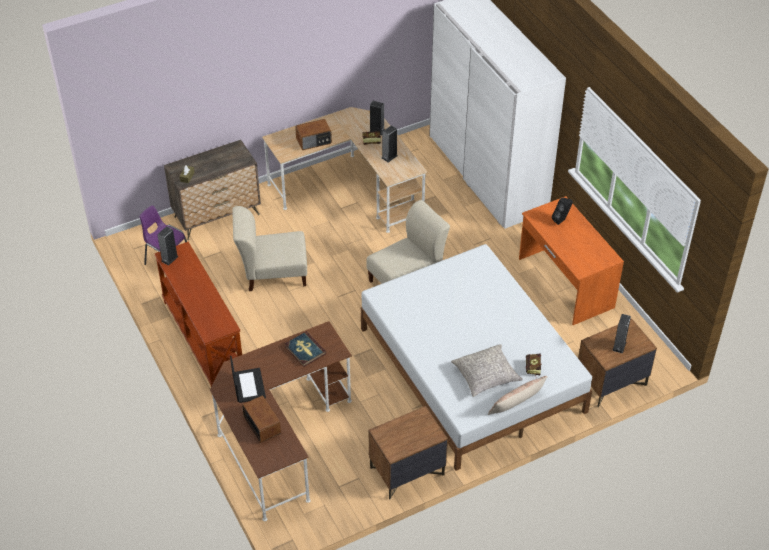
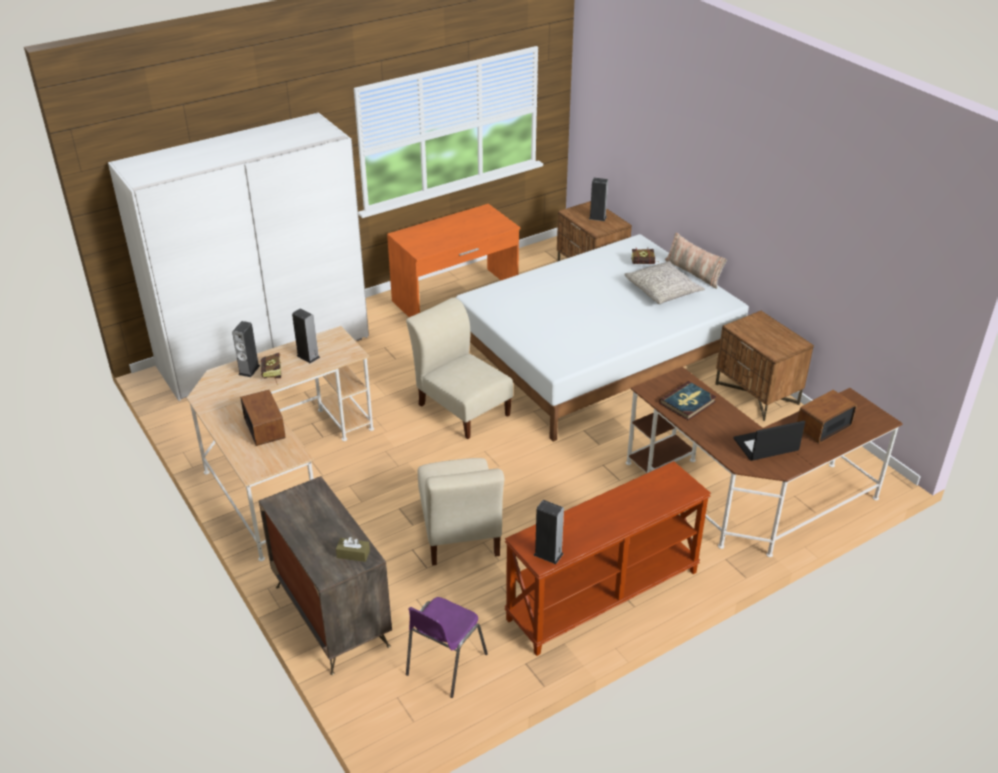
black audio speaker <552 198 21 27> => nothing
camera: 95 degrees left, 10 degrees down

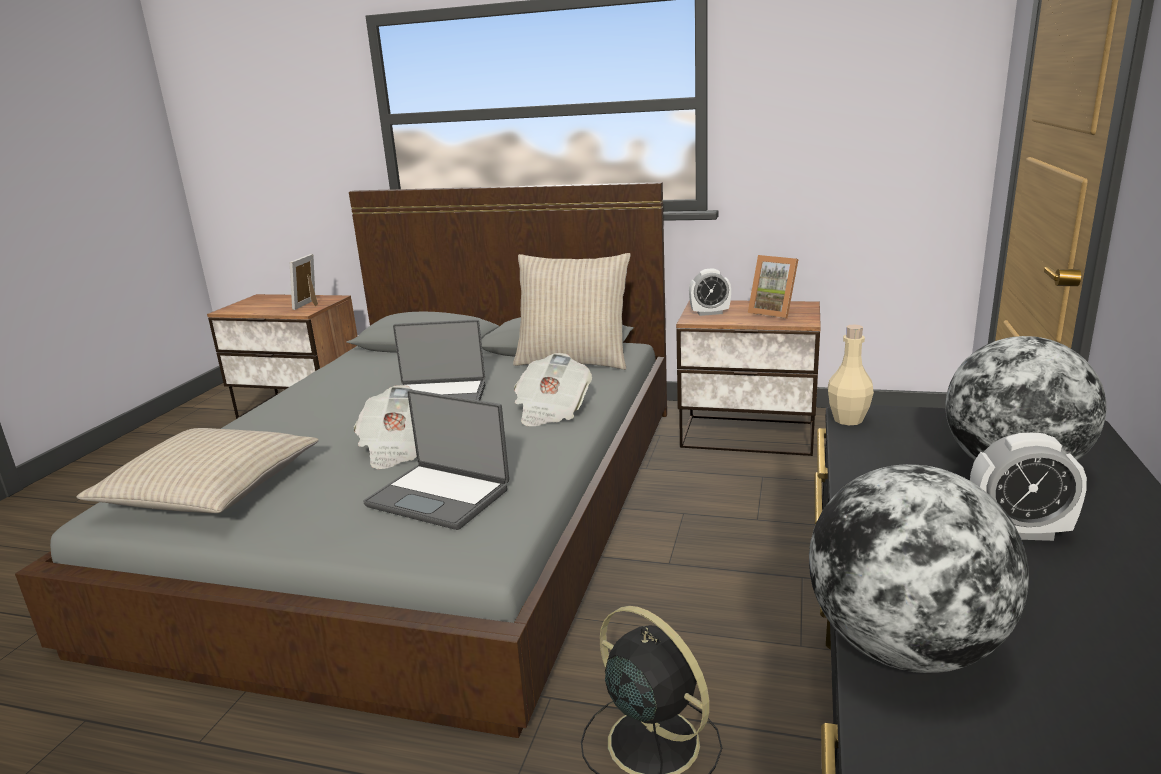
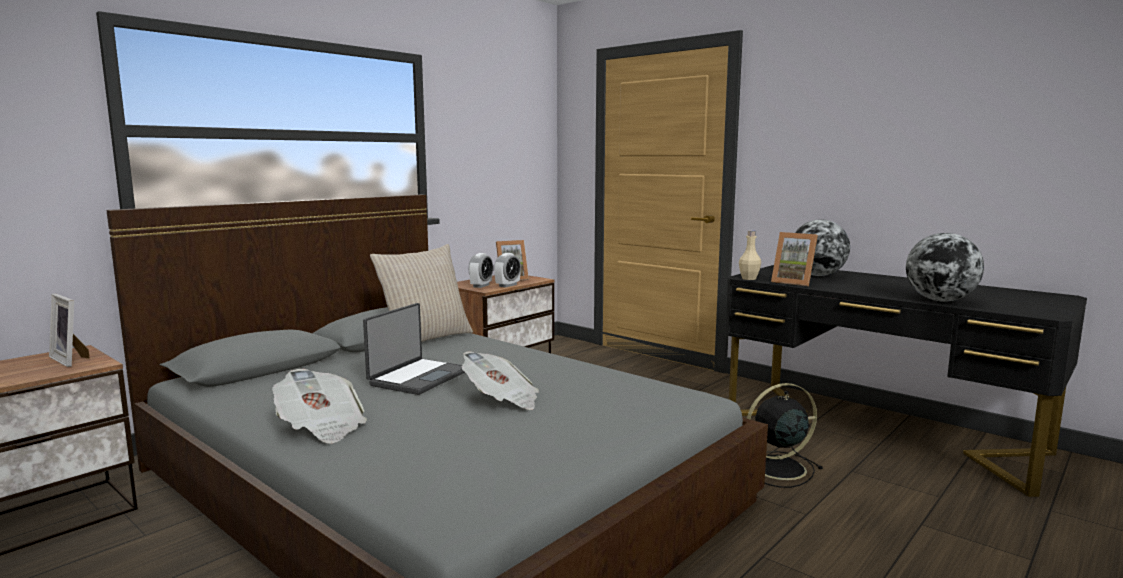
beige cushion <77 428 242 85> => nothing
portable computer <363 390 146 140> => nothing
printed paper <514 353 78 73> => printed paper <272 369 95 75>, moved
alarm clock <970 433 117 108> => alarm clock <494 253 27 35>, moved
nothing => photo frame <771 232 47 54>
camera: 65 degrees left, 10 degrees down

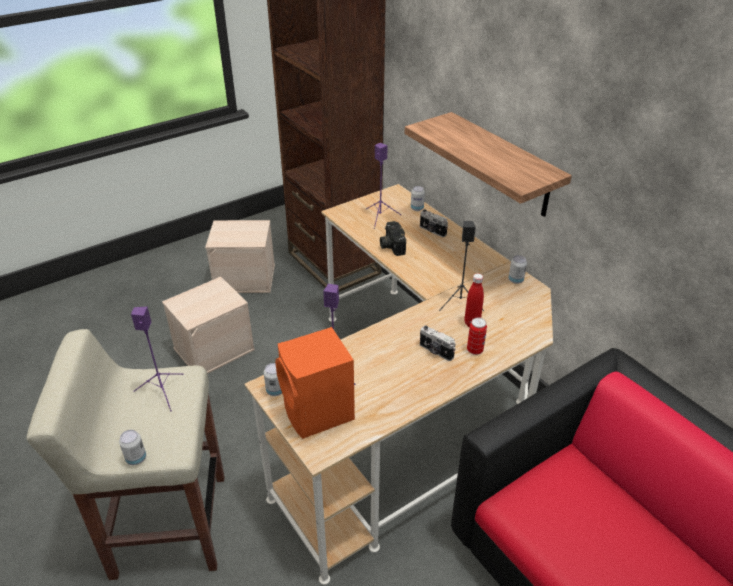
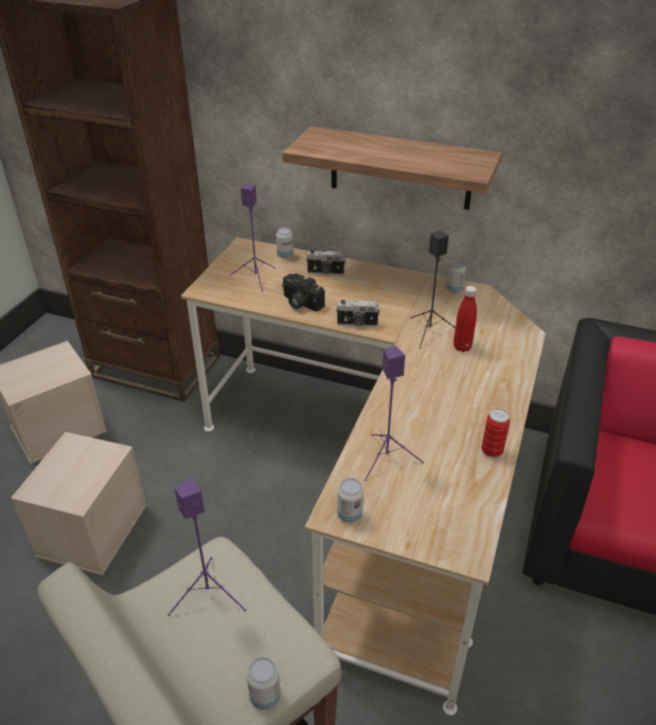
orange audio speaker <275 327 80 112> => nothing
still camera <420 325 36 36> => still camera <336 300 44 27>, moved
sealed can <467 318 20 37> => sealed can <482 409 28 48>, moved
camera: 35 degrees left, 0 degrees up

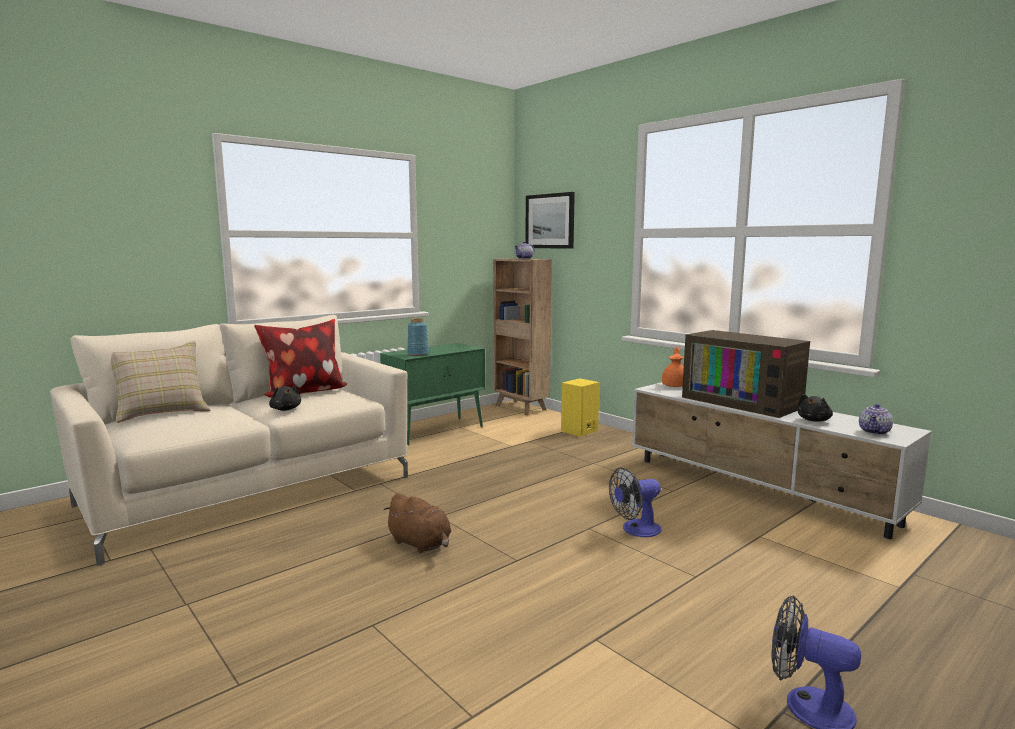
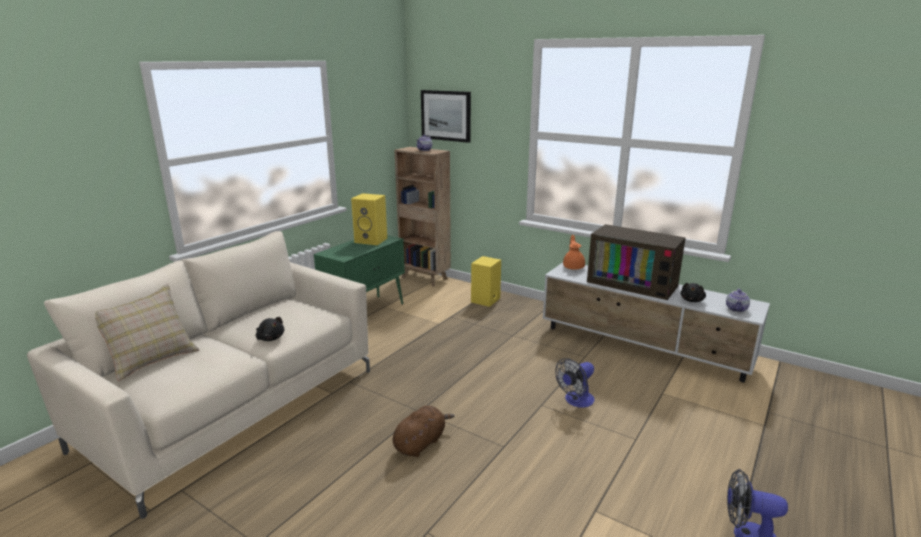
cushion <254 319 93 79> => nothing
brown-coloured soft toy <384 493 67 60> => brown-coloured soft toy <393 406 62 51>, 75 degrees counterclockwise
blue flower vase <407 318 22 38> => nothing
nothing => yellow audio speaker <351 193 36 52>
camera: 15 degrees left, 10 degrees up

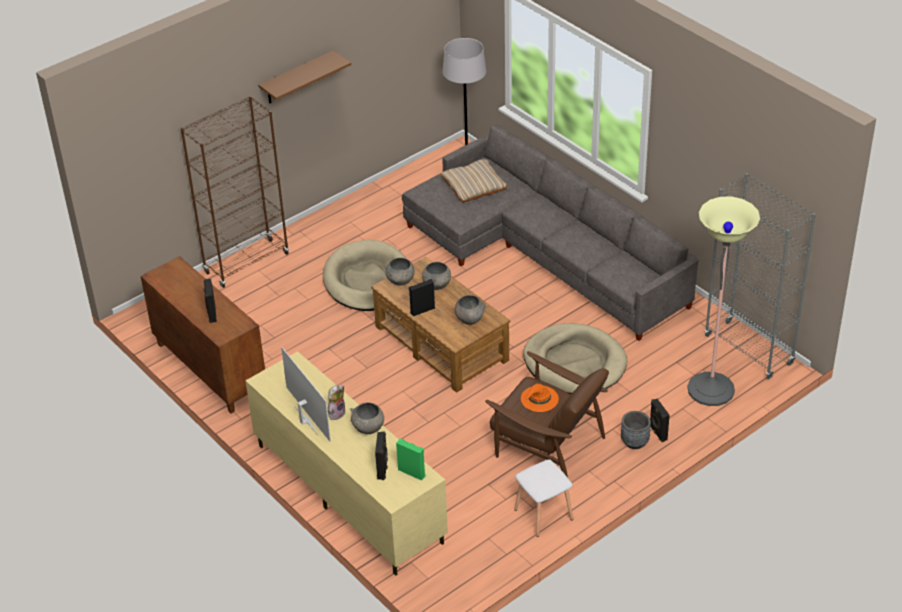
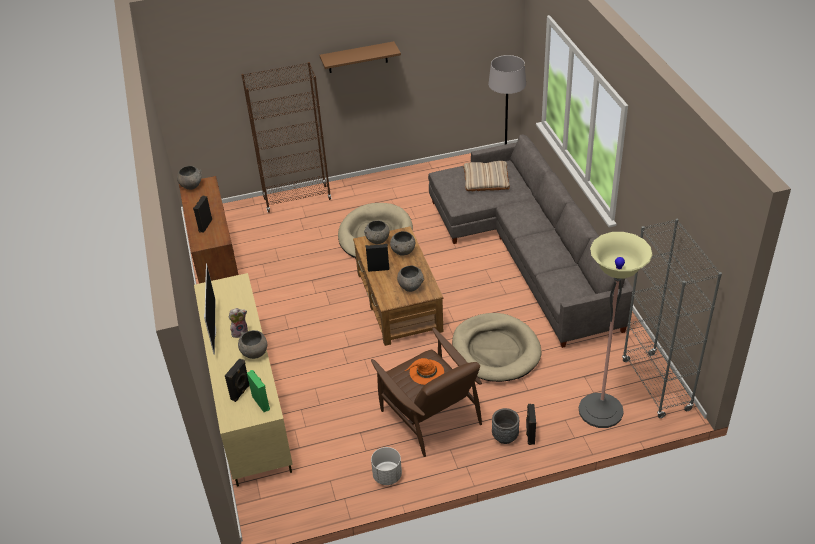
white sitting stool <514 459 59 78> => white flower pot <371 447 31 38>
nothing => greyish deep dish <177 166 25 24>
camera: 25 degrees right, 0 degrees up

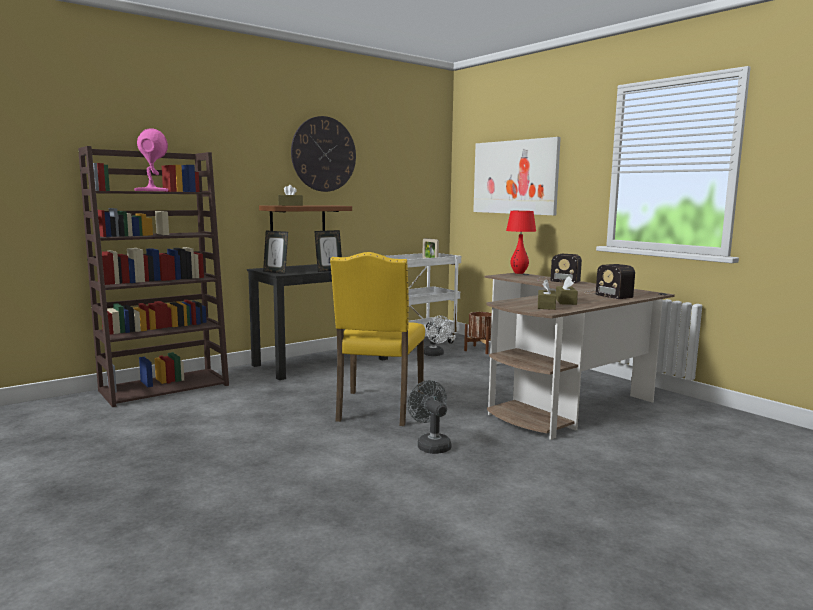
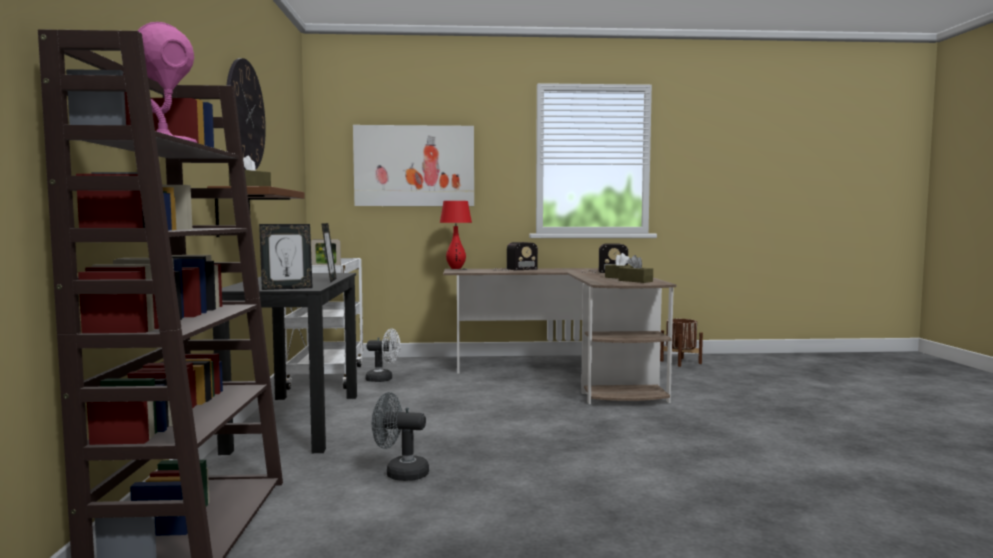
yellow chair <330 252 95 174> => nothing
greyish cooling fan <407 380 45 74> => greyish cooling fan <372 392 57 89>, moved
brown-coloured flower pot <464 312 28 42> => brown-coloured flower pot <660 319 43 48>, moved
camera: 55 degrees left, 5 degrees down

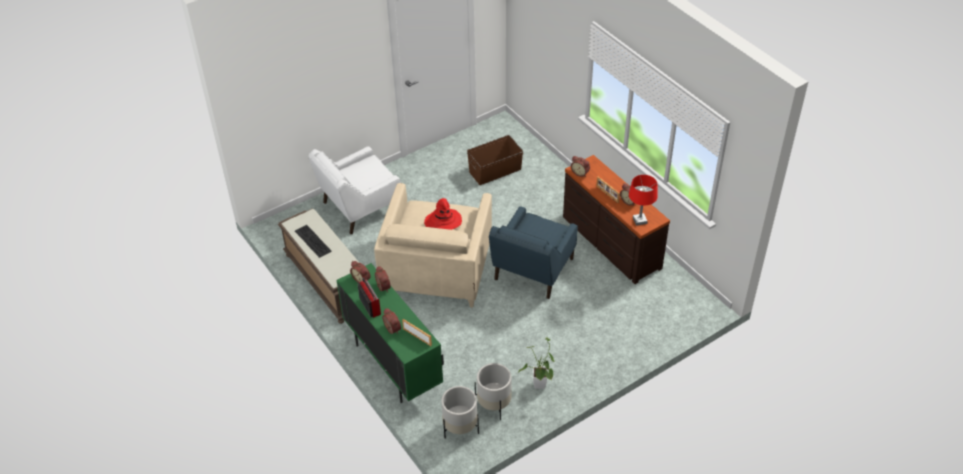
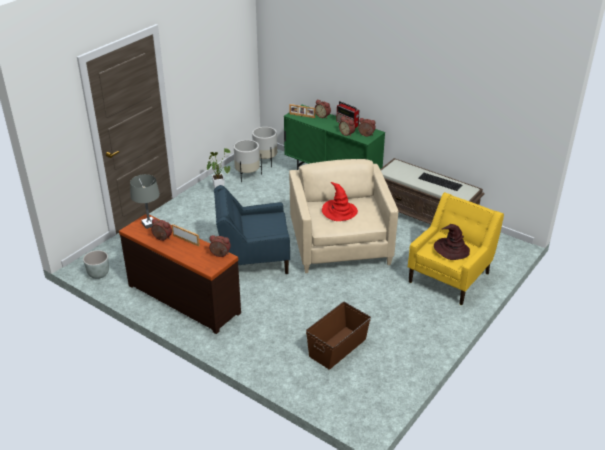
white easy chair <308 146 93 89> => yellow easy chair <408 192 96 113>
blue easy chair <489 206 89 93> => blue easy chair <214 185 76 89>, 105 degrees counterclockwise
red-coloured lamp for a table <629 175 29 51> => greyish lamp for a table <130 174 30 55>
nothing => greyish flower pot <83 250 26 29>
nothing => brown-coloured wearable hat <434 224 36 36>
camera: 160 degrees right, 10 degrees down

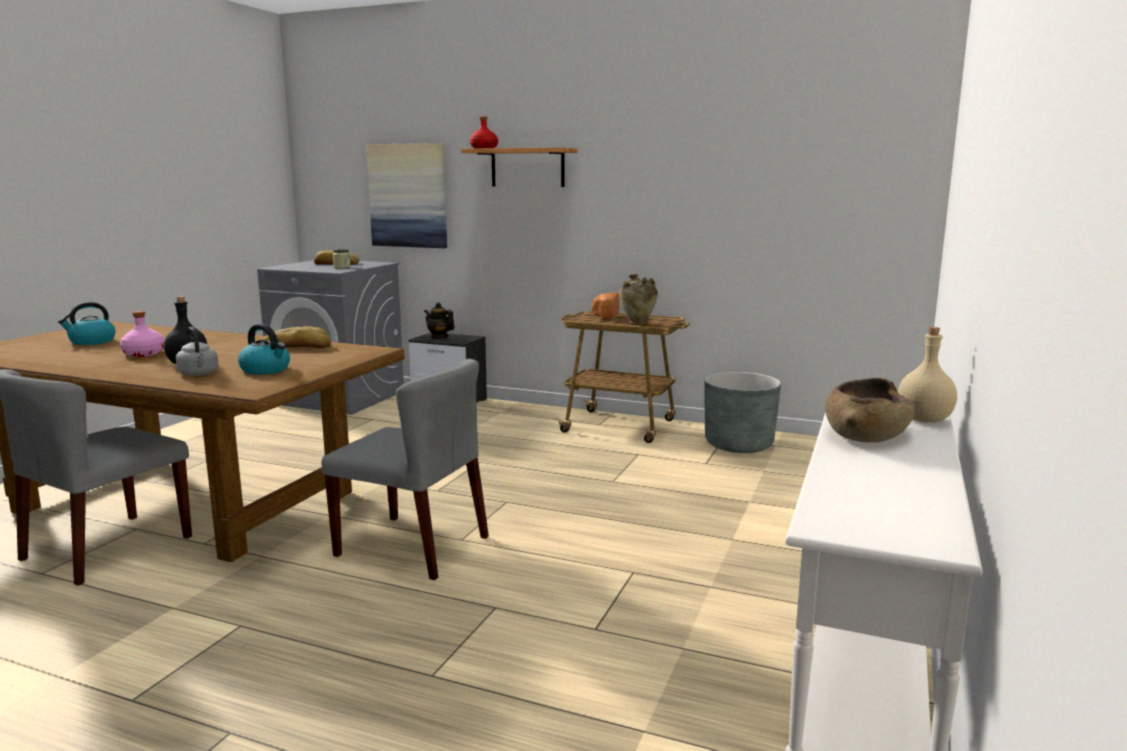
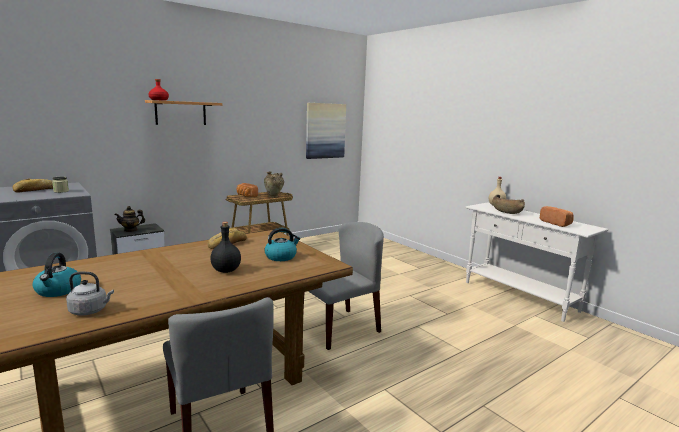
pinkish bottle <120 311 45 46> => nothing
greyish tea kettle <176 327 43 49> => greyish tea kettle <66 272 48 44>, moved
wall picture <366 143 81 105> => wall picture <306 103 40 56>, moved
greyish flower pot <704 372 77 81> => nothing
nothing => bakery bread <540 206 34 21>
camera: 60 degrees left, 0 degrees up

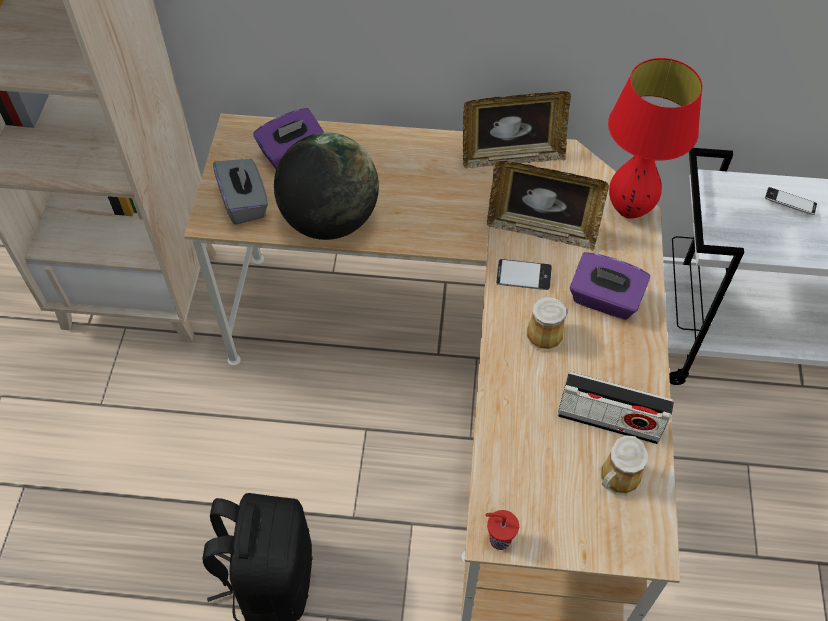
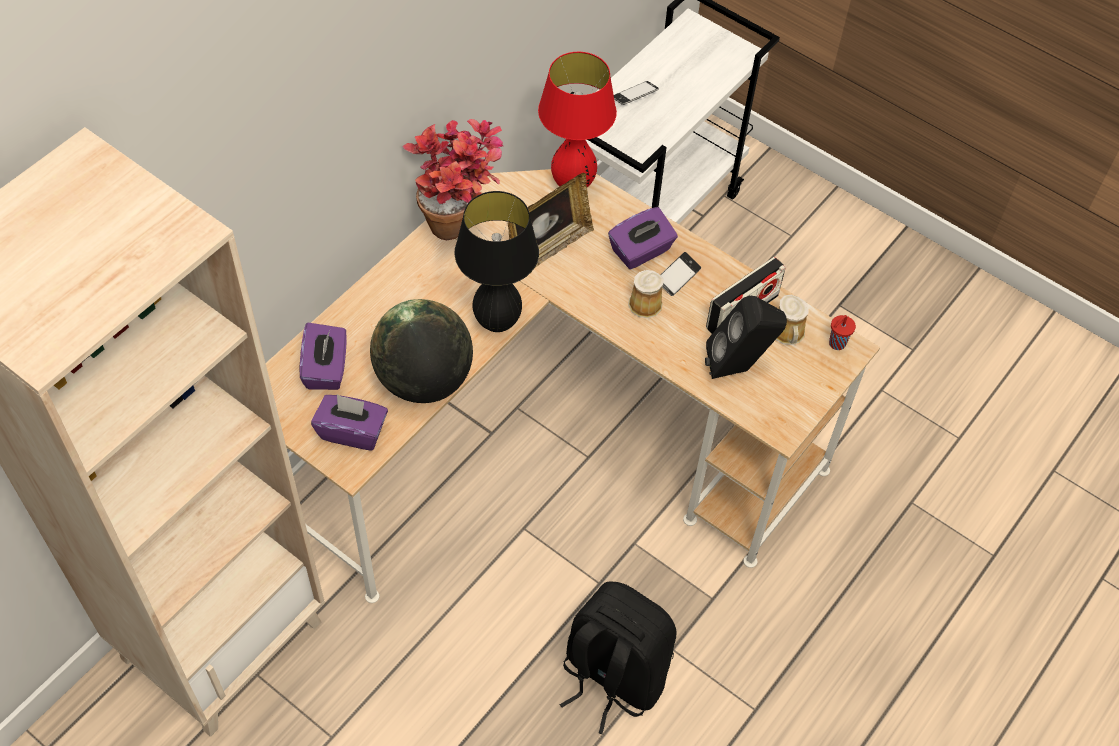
greyish tissue holder <213 158 55 67> => purple tissue holder <311 394 77 57>
photo frame <463 91 108 77> => potted plant <402 119 101 121>
red-coloured cup <486 510 33 40> => red-coloured cup <829 315 27 35>, moved
telephone <496 259 56 31> => telephone <660 252 41 44>, moved
nothing => black lamp for a table <454 191 85 141>
nothing => black audio speaker <705 296 82 83>
camera: 60 degrees left, 0 degrees up

